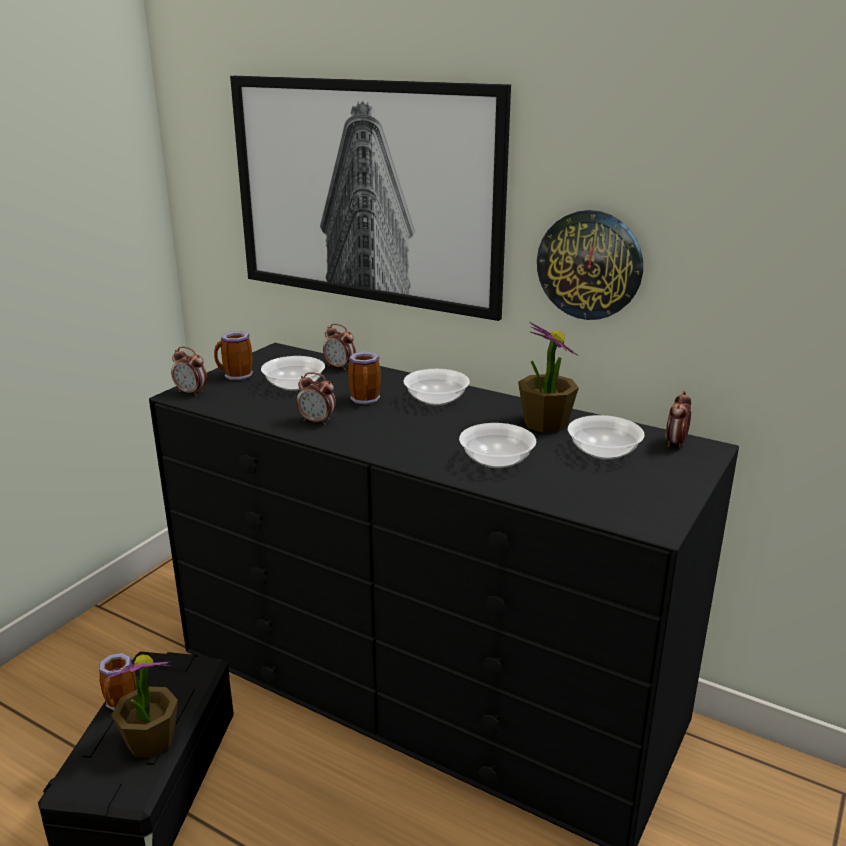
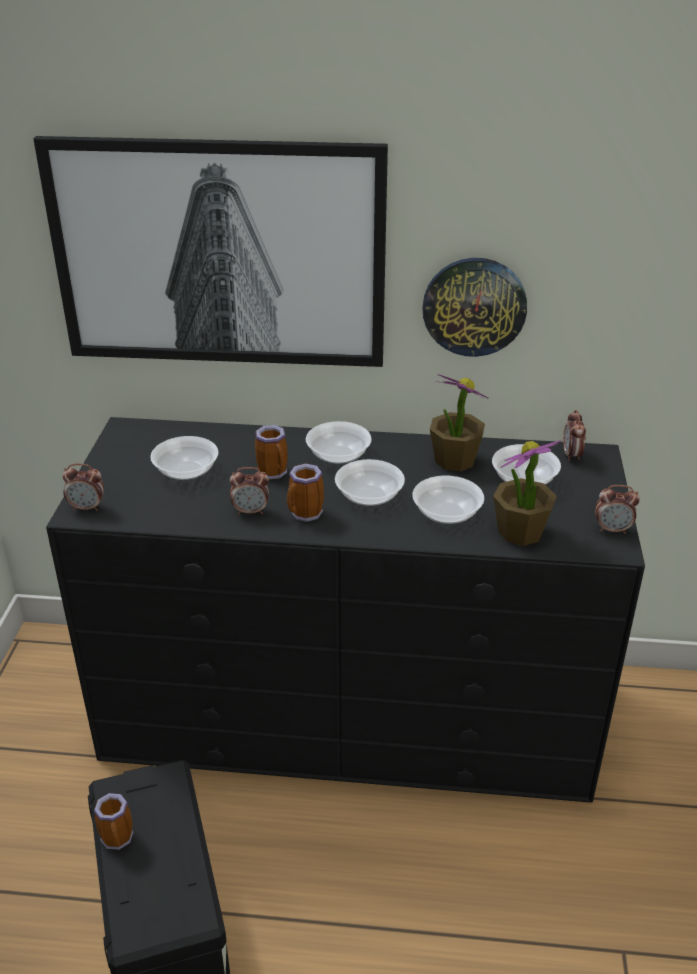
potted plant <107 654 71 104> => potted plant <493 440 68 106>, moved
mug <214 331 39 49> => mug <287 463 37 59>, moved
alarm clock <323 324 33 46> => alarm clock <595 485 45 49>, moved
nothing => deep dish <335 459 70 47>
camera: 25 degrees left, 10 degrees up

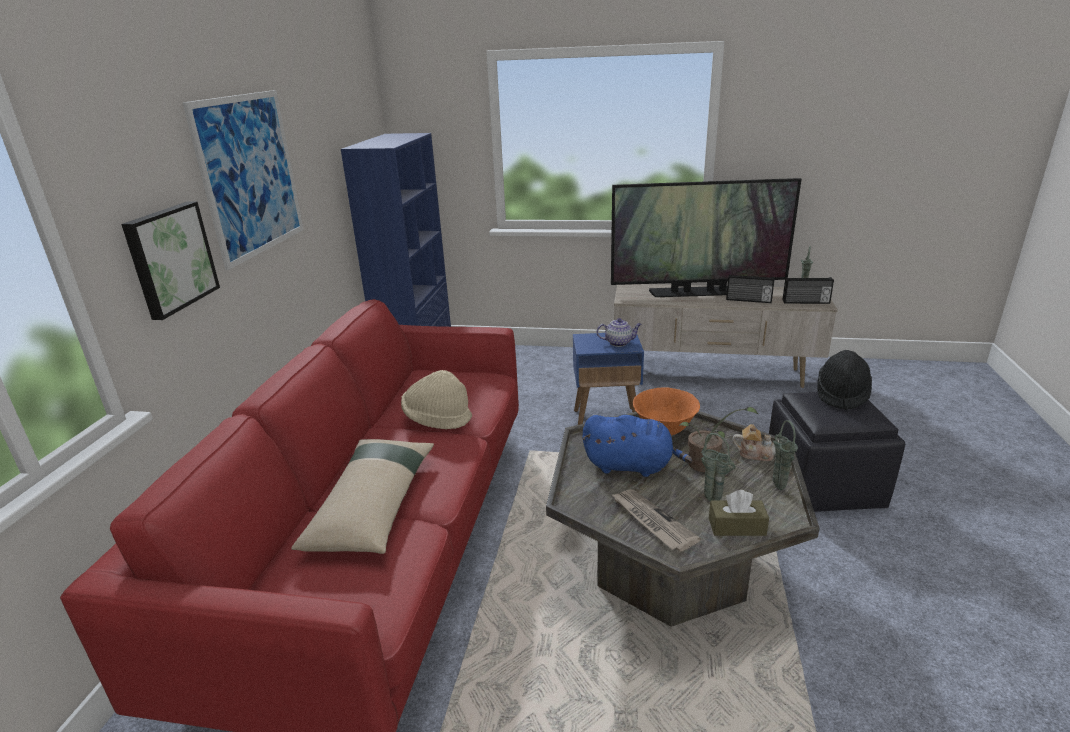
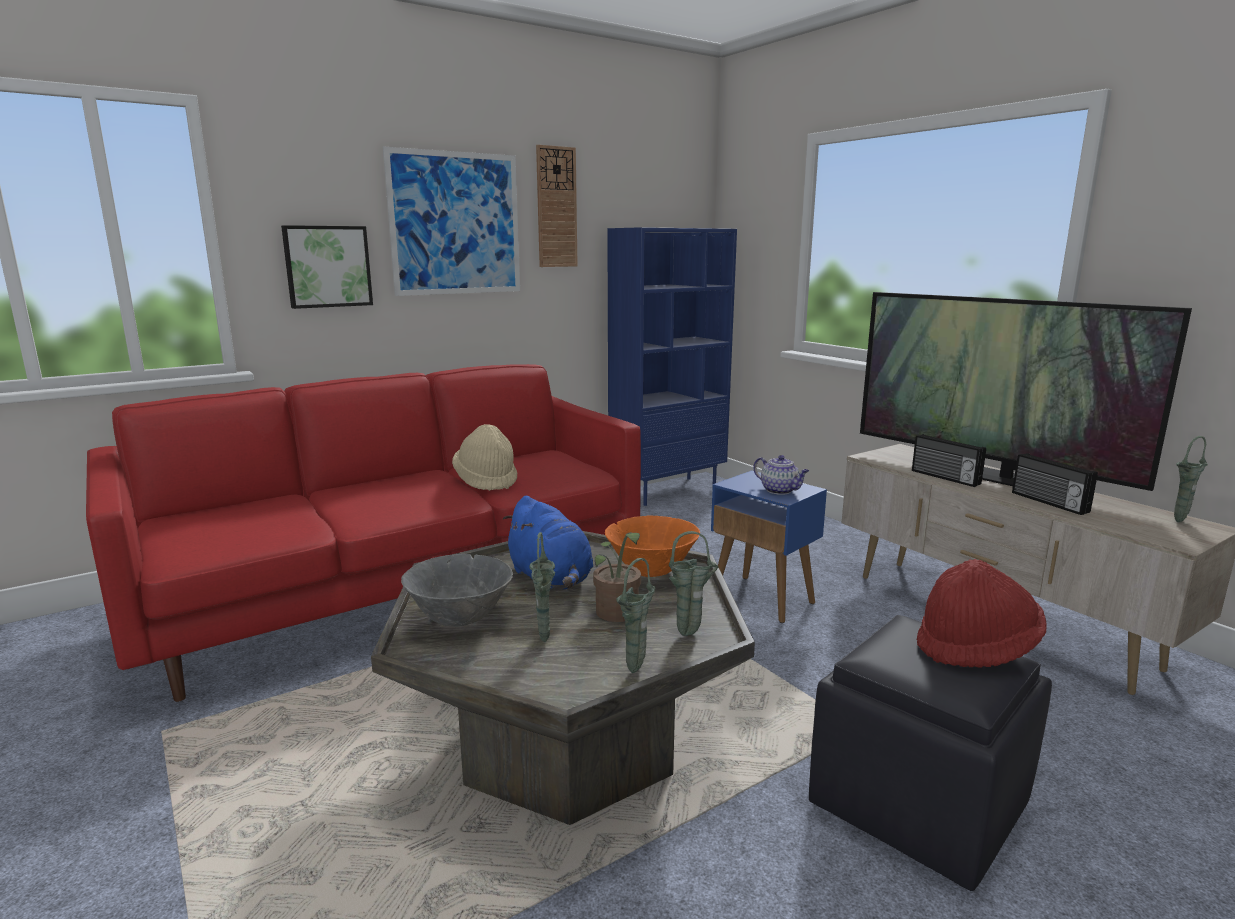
beige cushion <291 439 143 115> => nothing
printed paper <612 489 89 63> => greyish deep dish <401 554 112 73>
brown-coloured tissue holder <709 490 60 46> => nothing
pot for tea <732 424 47 37> => greenish flower vase <669 531 49 105>
radio <782 277 52 27> => radio <912 434 74 53>, moved
black wearable hat <817 350 55 60> => red-coloured wearable hat <917 559 130 109>
nothing => clock on the wall <536 145 42 122>
camera: 45 degrees right, 10 degrees down

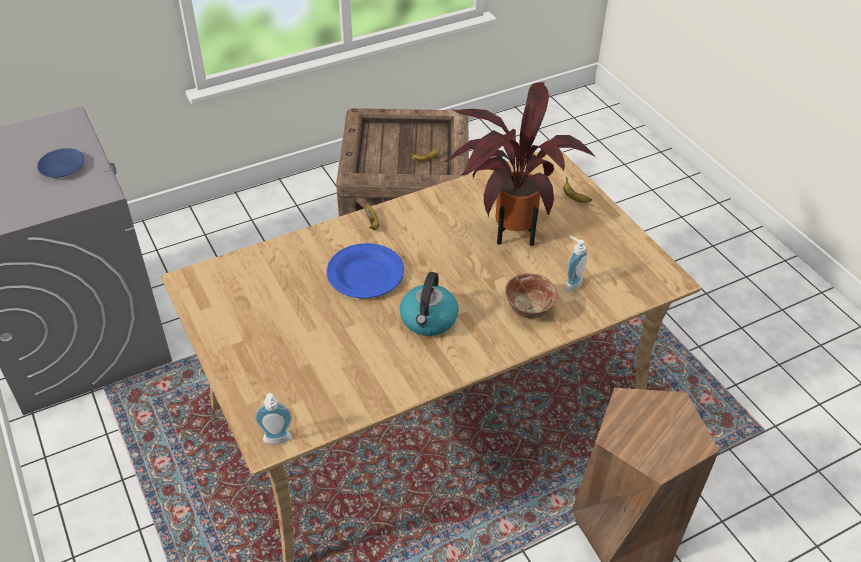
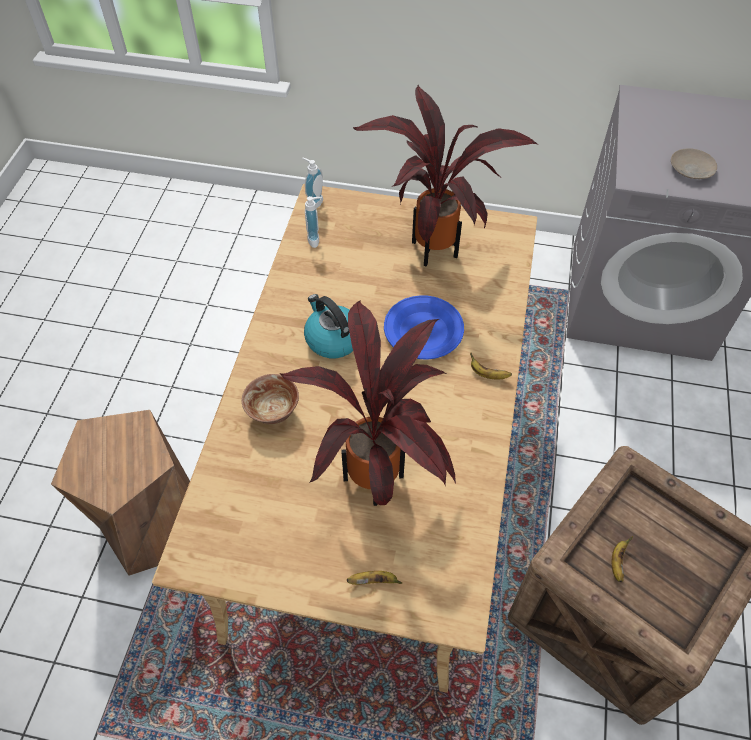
blue flat dish <37 148 47 30> => beige flat dish <671 148 46 31>
soap dispenser <565 236 23 56> => soap dispenser <305 196 17 52>, moved
nothing => potted plant <353 84 185 182>
camera: 130 degrees right, 10 degrees up

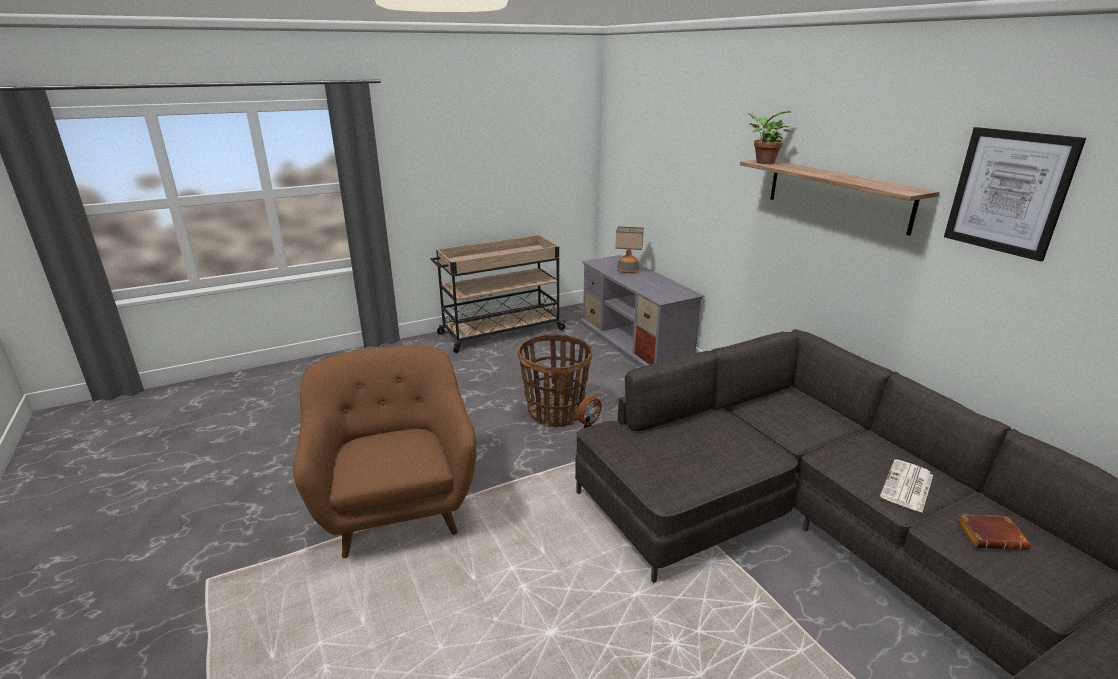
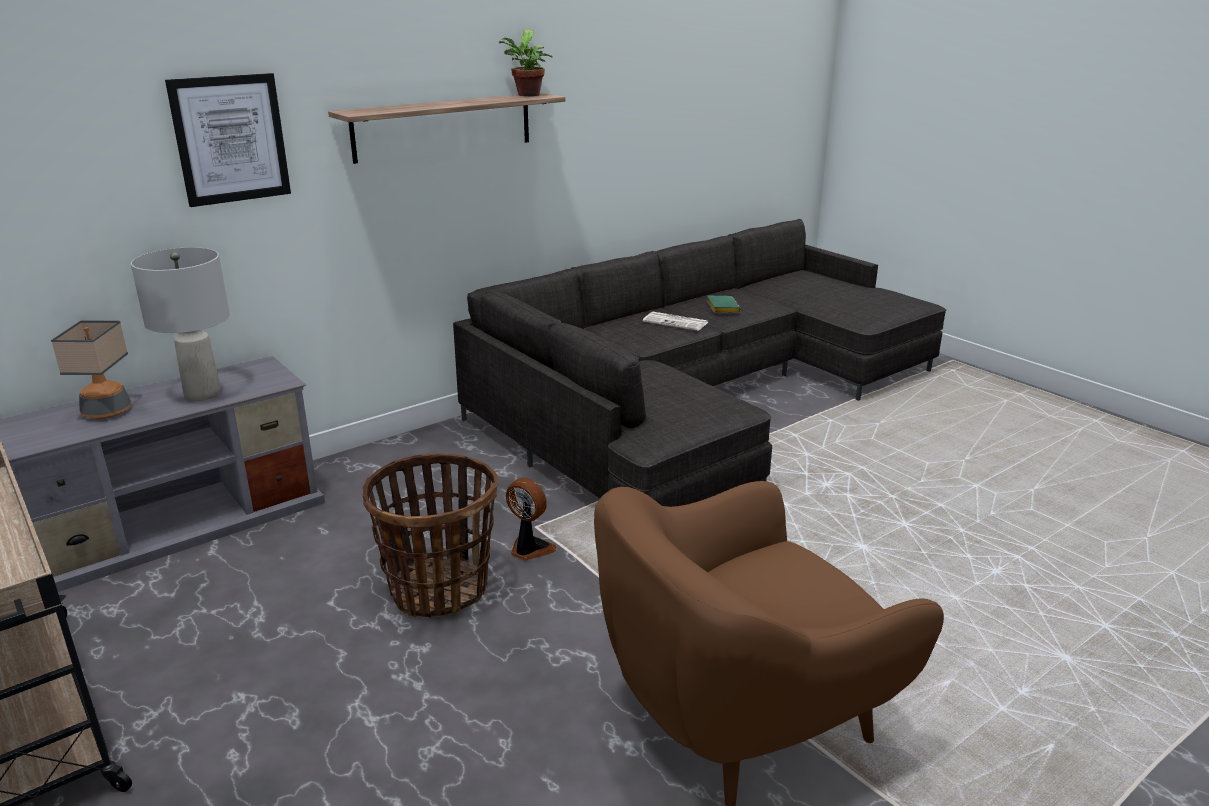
potted plant <748 110 43 54> => potted plant <499 30 54 67>, moved
wall picture <944 127 142 135> => wall picture <165 73 126 134>, moved
brown-coloured book <956 514 75 36> => greenish book <706 296 35 17>
nothing => greyish lamp for a table <131 247 99 154>
camera: 100 degrees left, 0 degrees up

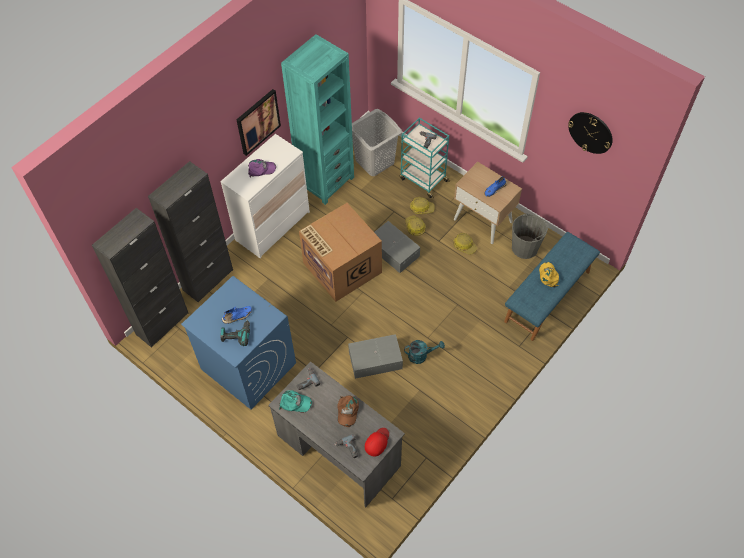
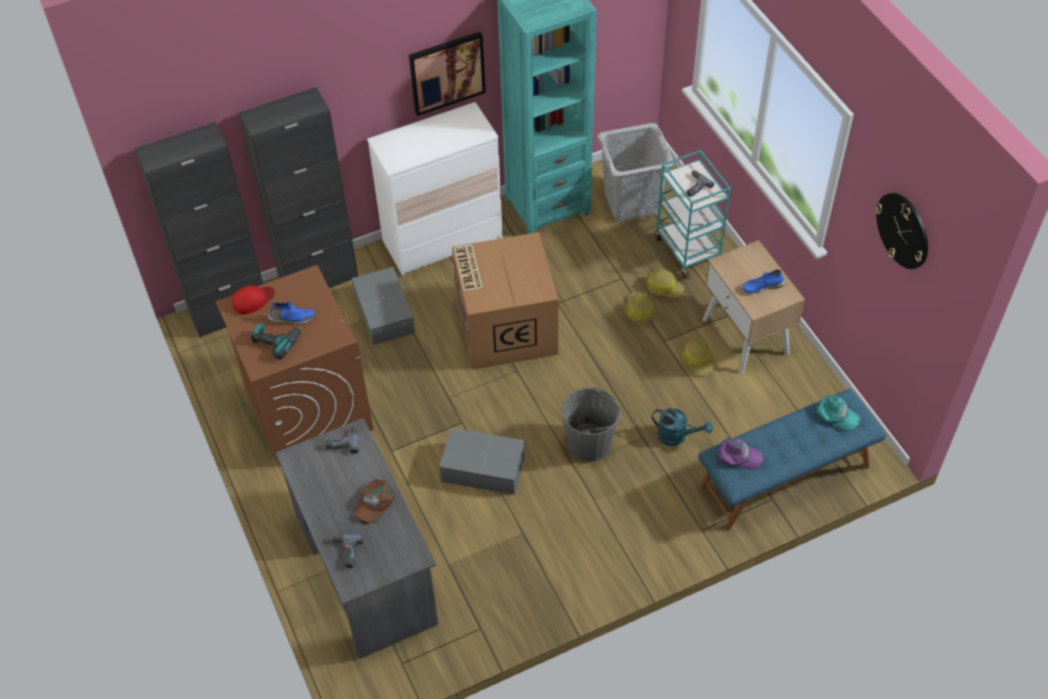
blue washing machine <181 276 115 134> => brown-coloured washing machine <215 265 158 202>
purple peaked cap <248 159 28 19> => purple peaked cap <716 438 48 32>, moved
turquoise-coloured peaked cap <279 390 33 22> => turquoise-coloured peaked cap <813 395 48 36>, moved
red-coloured peaked cap <365 428 24 28> => red-coloured peaked cap <232 286 43 28>, moved
greyish storage container <374 221 46 52> => greyish storage container <352 267 63 78>, moved
turquoise-coloured watering can <404 340 41 24> => turquoise-coloured watering can <652 408 61 38>, moved
greyish bucket <512 213 36 46> => greyish bucket <562 387 60 75>, moved
yellow peaked cap <539 262 20 25> => nothing
camera: 25 degrees right, 5 degrees down

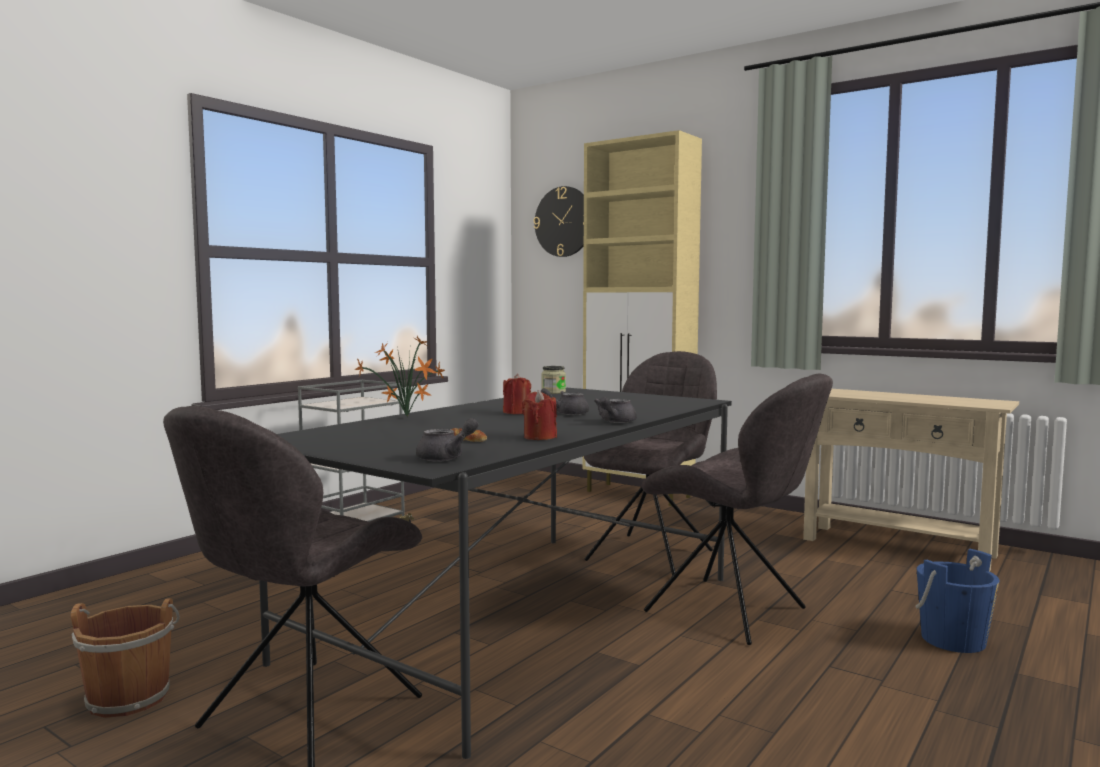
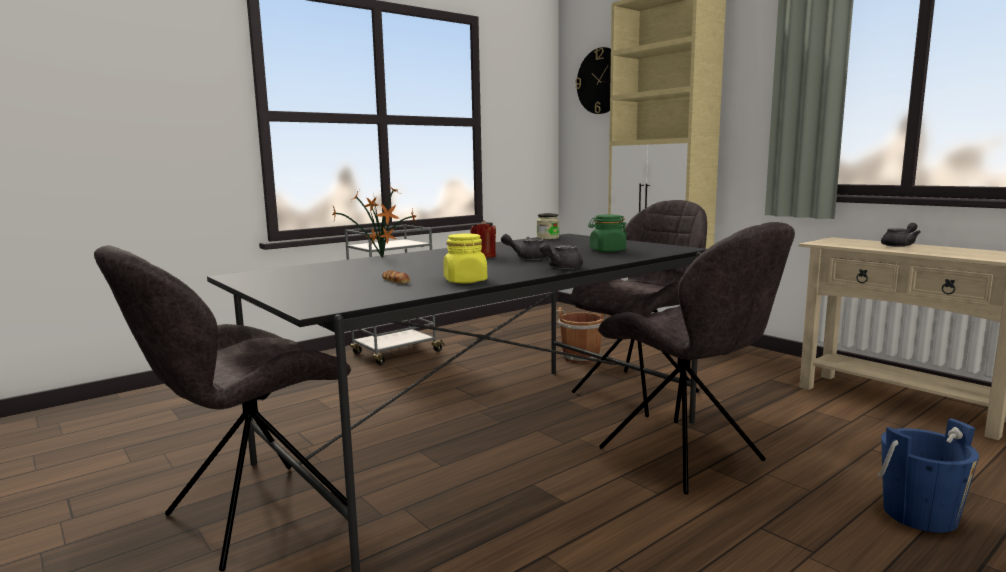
brown-coloured bucket <71 598 109 120> => brown-coloured bucket <557 307 49 56>, moved
greyish pot for tea <416 418 62 44> => greyish pot for tea <881 223 40 24>, moved
red-coloured candle <522 390 35 50> => yellow storage jar <444 234 43 49>
nothing => greenish storage jar <588 215 39 37>
camera: 15 degrees right, 5 degrees up

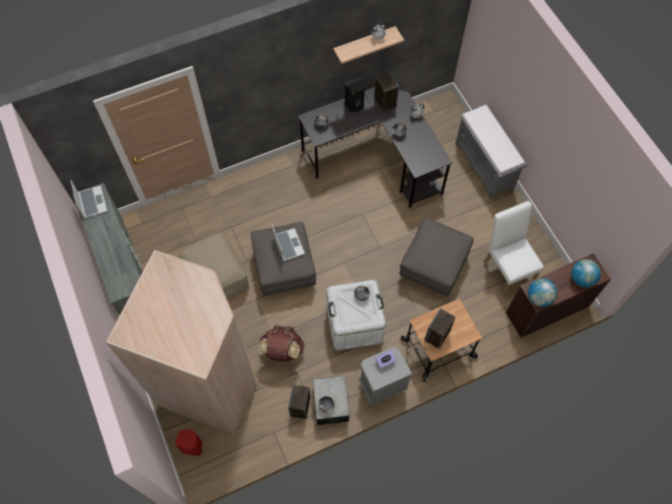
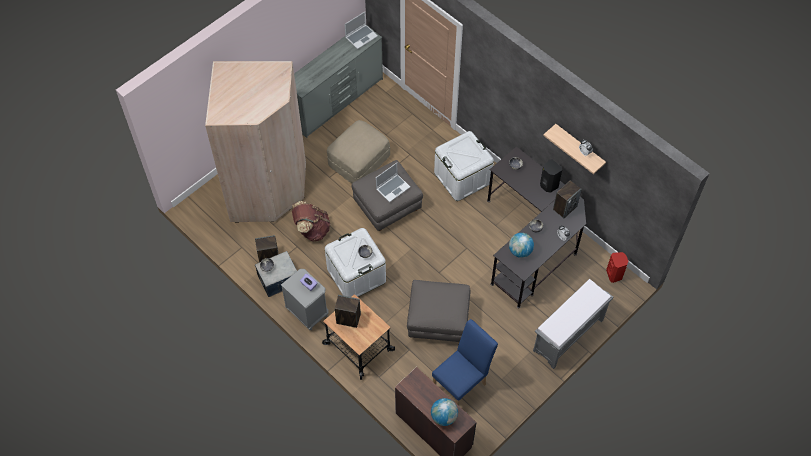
red-coloured audio speaker <175 429 27 27> => red-coloured audio speaker <606 252 22 31>, moved
white chair <483 201 61 95> => blue chair <432 319 66 86>
globe <528 278 29 29> => globe <509 233 25 25>, moved
nothing => white storage container <434 131 60 70>
camera: 70 degrees right, 5 degrees down

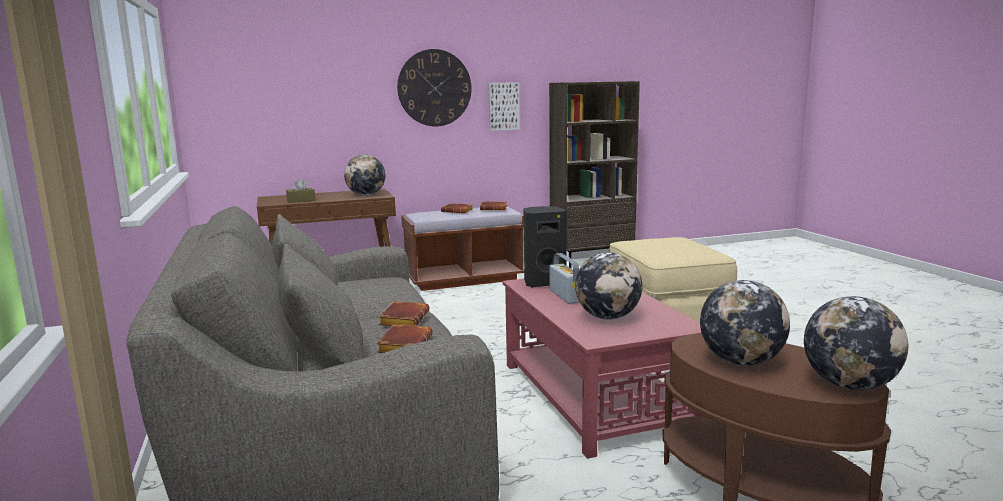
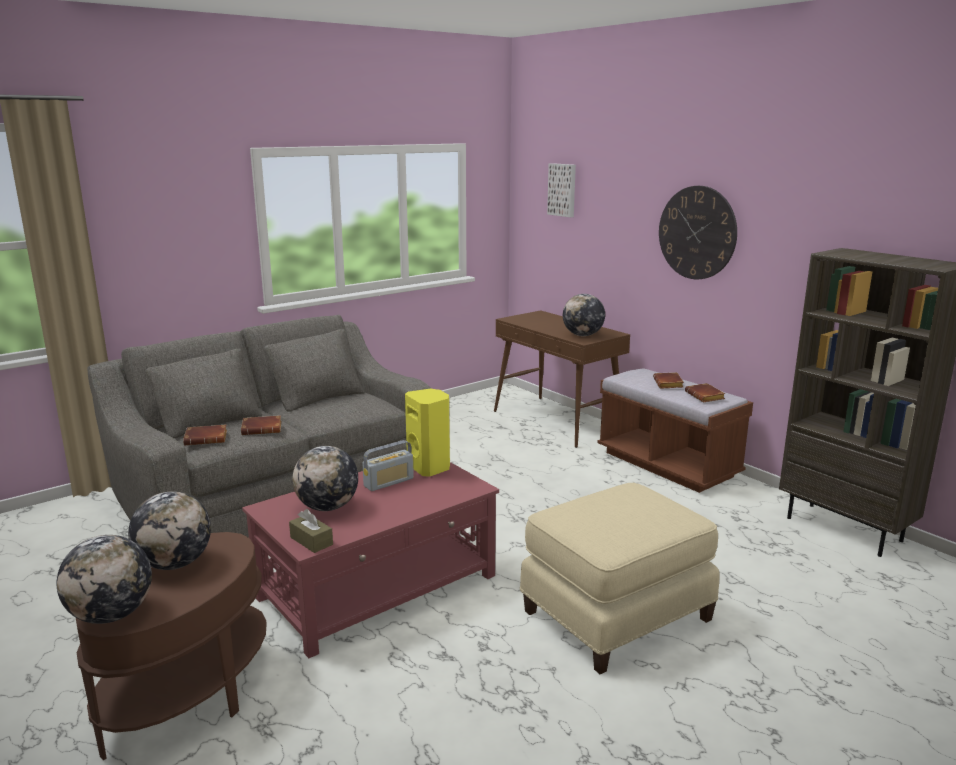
brown-coloured tissue holder <286 179 29 24> => brown-coloured tissue holder <289 509 44 44>, moved
wall picture <488 82 32 49> => wall picture <547 163 29 54>, moved
black audio speaker <523 206 44 81> => yellow audio speaker <405 389 45 88>
camera: 70 degrees right, 5 degrees up

